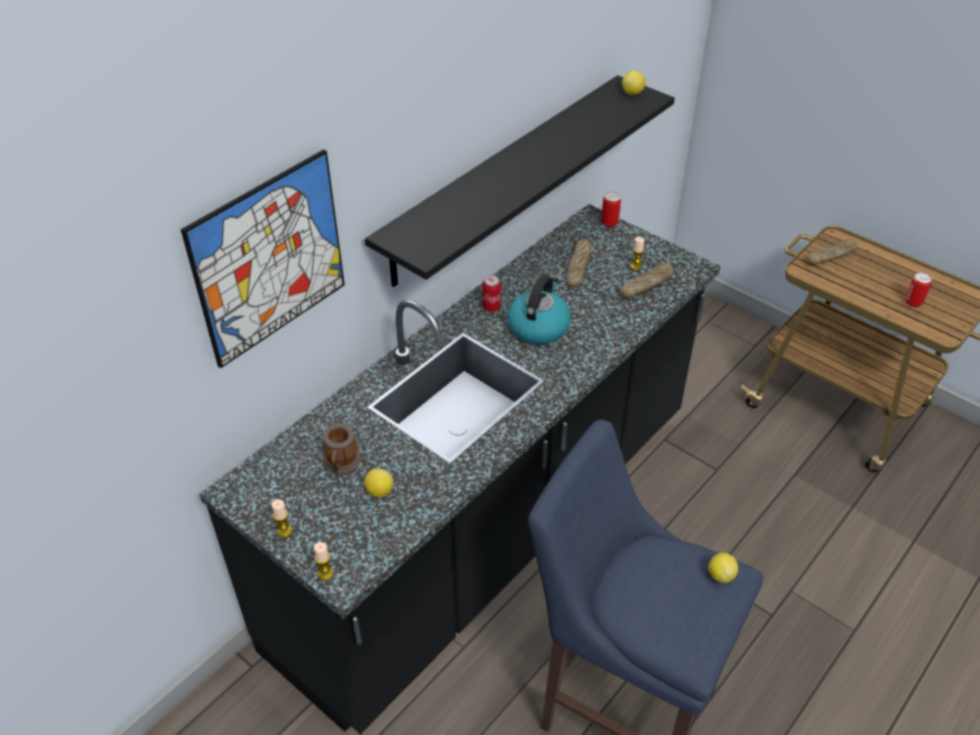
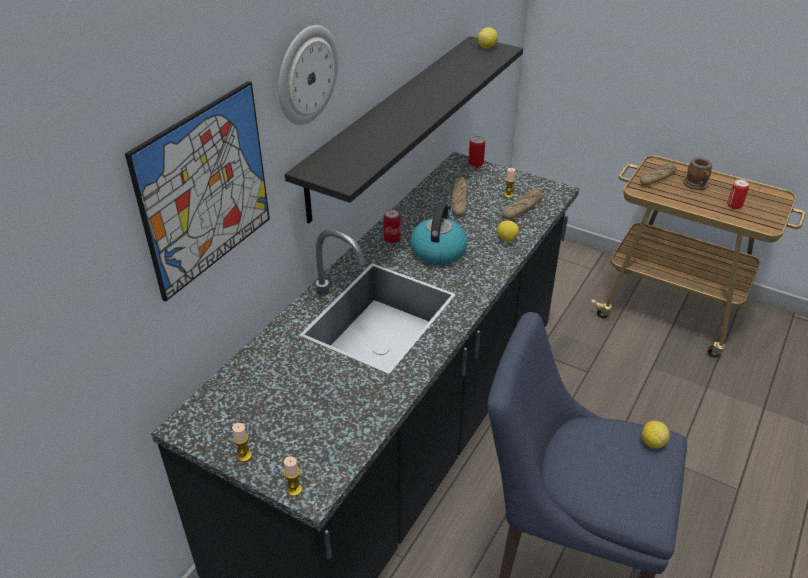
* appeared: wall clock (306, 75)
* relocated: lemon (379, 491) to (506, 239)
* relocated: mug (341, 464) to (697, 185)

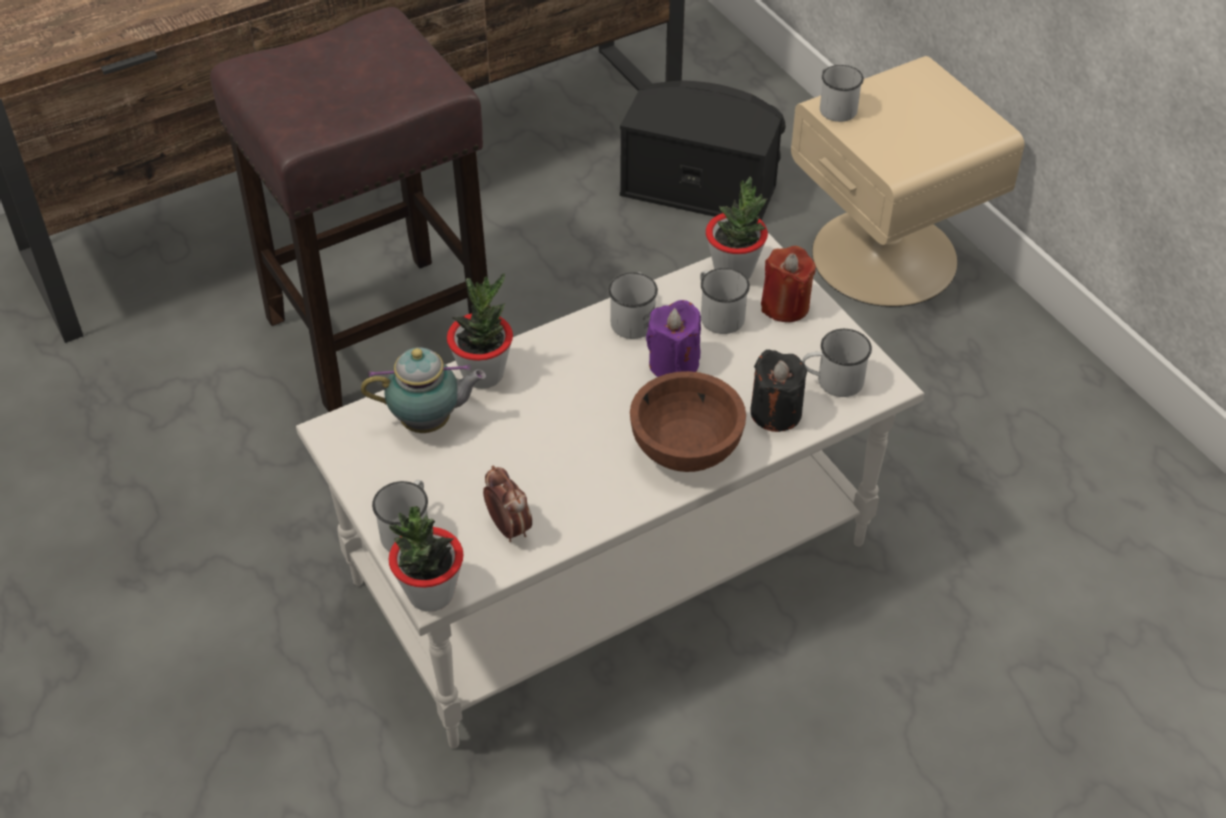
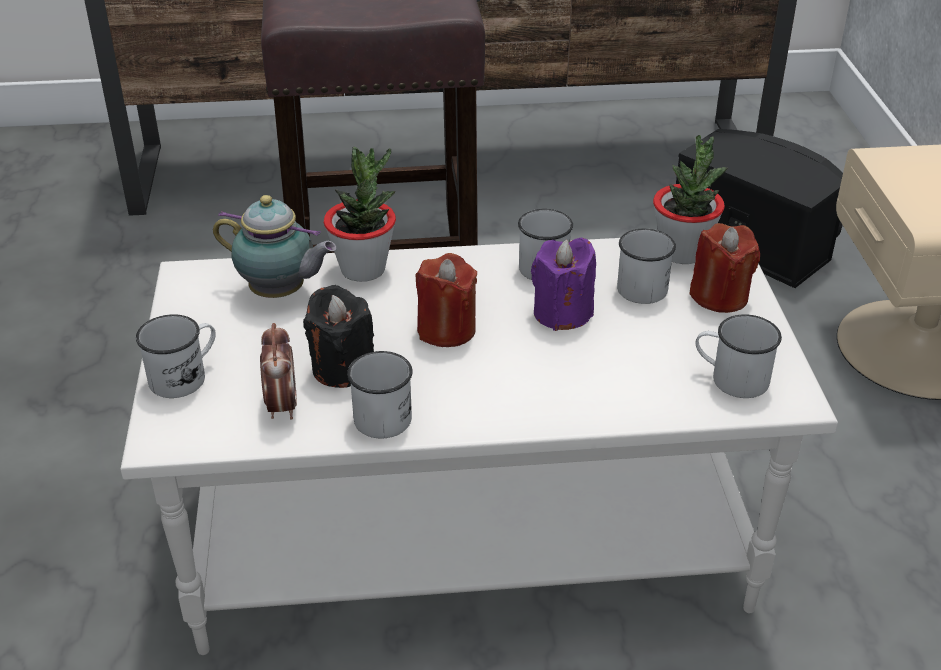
* relocated: black candle (776, 412) to (342, 368)
* relocated: white mug (834, 107) to (383, 413)
* appeared: red candle (446, 330)
* missing: potted plant (431, 594)
* missing: brown bowl (687, 447)

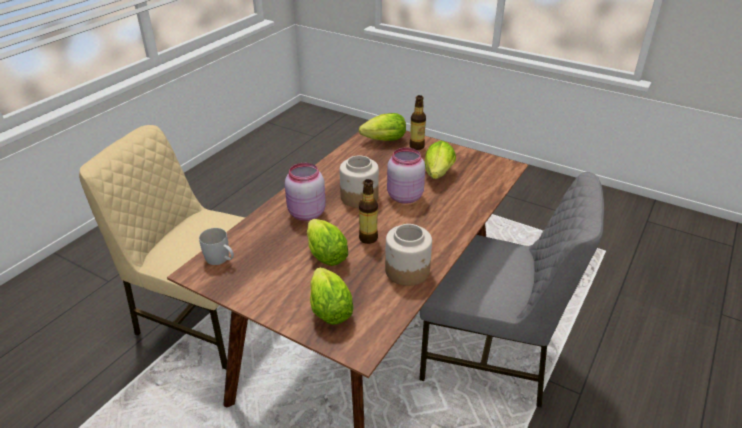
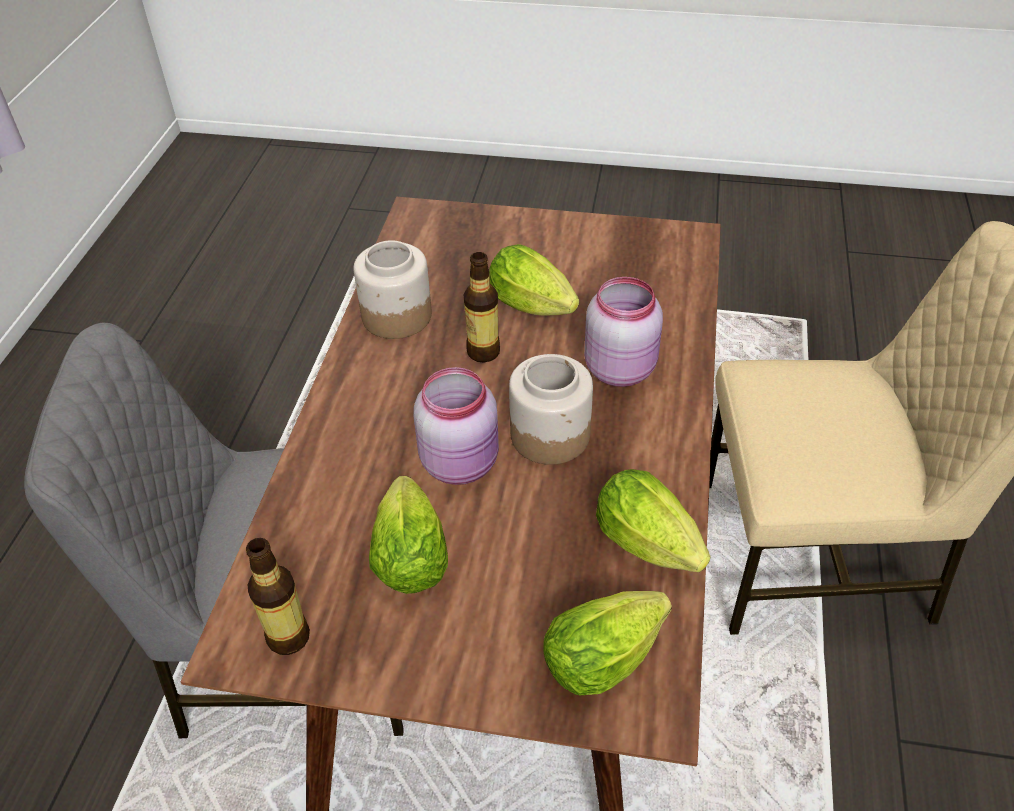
* relocated: bottle (417, 146) to (288, 637)
* relocated: lettuce (328, 307) to (652, 548)
* missing: white mug (221, 260)

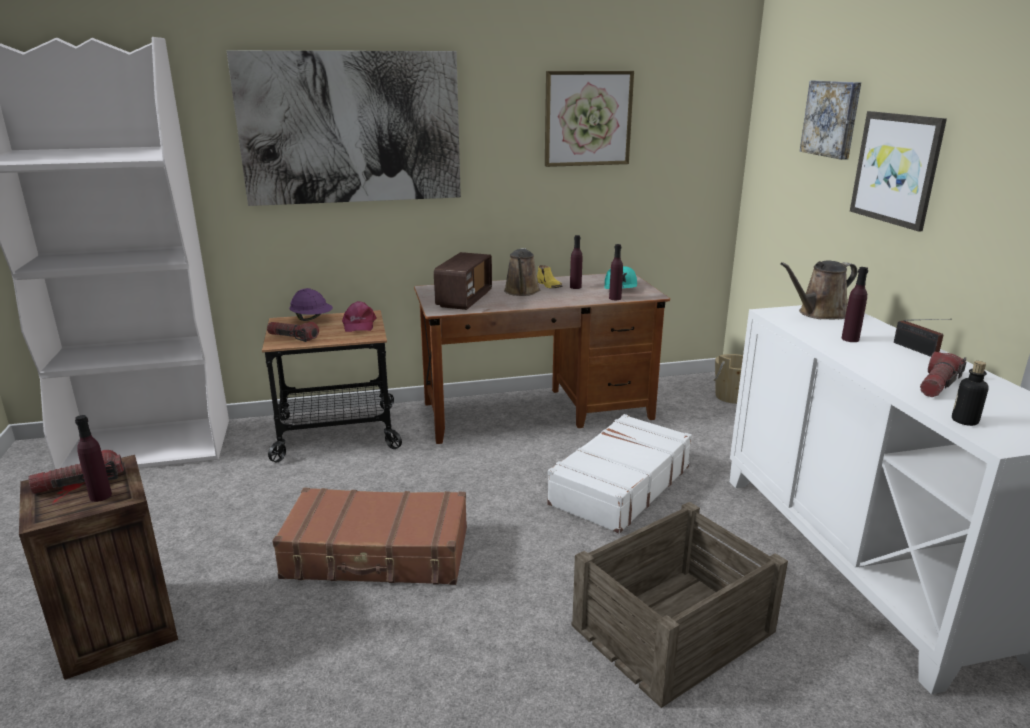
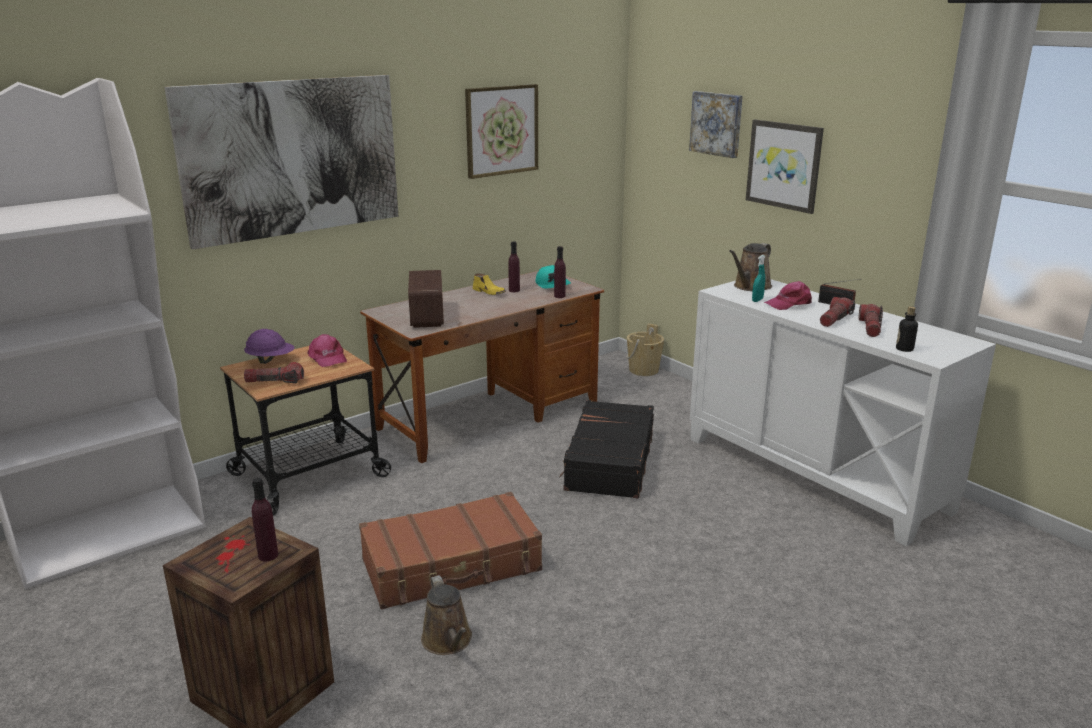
* relocated: brown watering can (522, 292) to (448, 641)
* colour: white suitcase (619, 485) to black suitcase (609, 462)
* appeared: turquoise spray bottle (757, 300)
* exchanged: purple bottle (850, 339) to pink cap (789, 304)
* relocated: flashlight (80, 483) to (835, 319)
* missing: crate (674, 629)

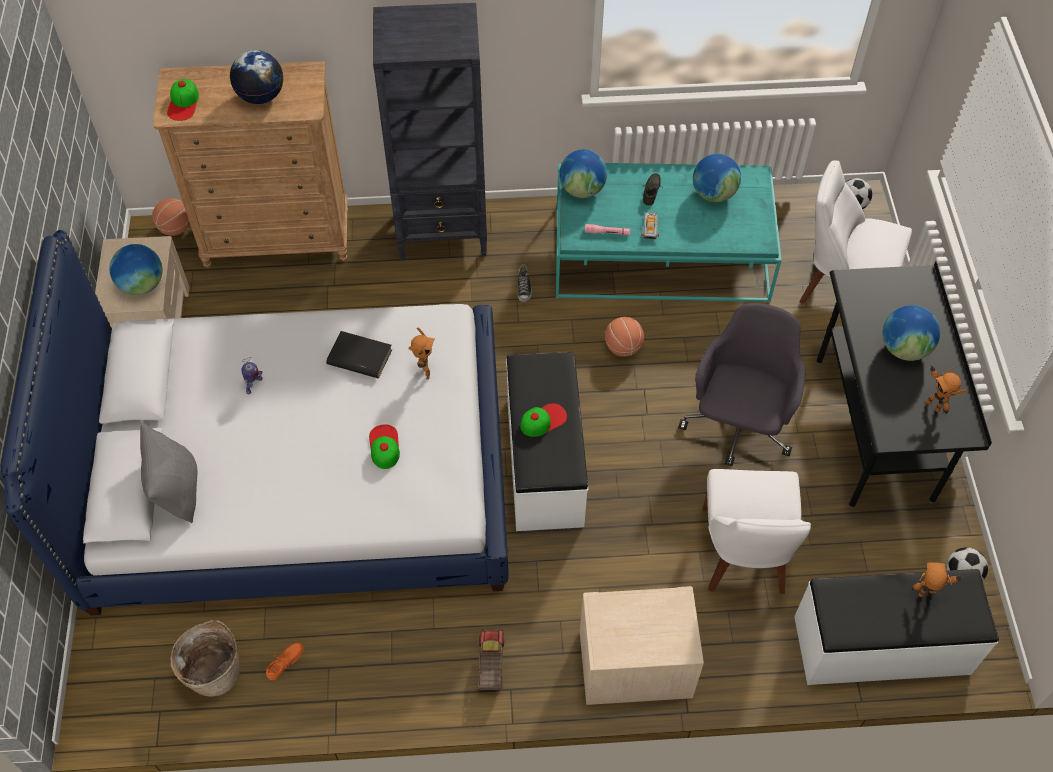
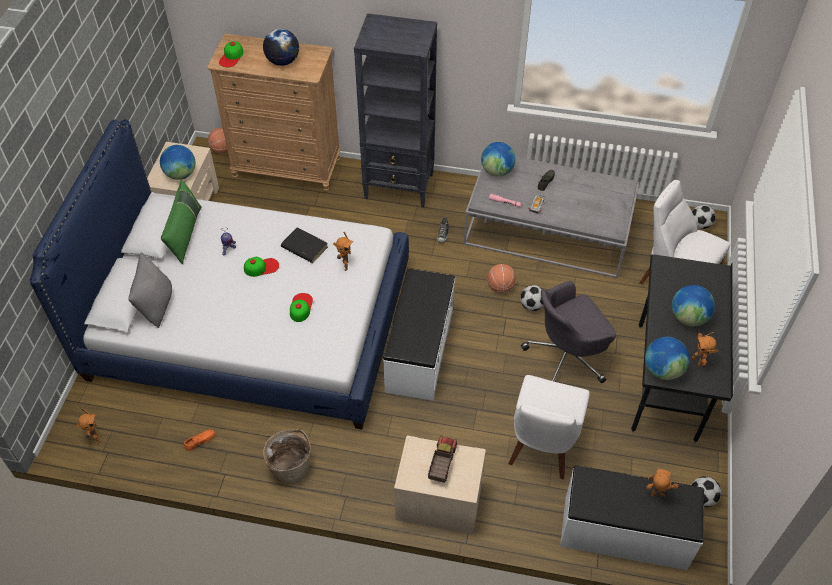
* appeared: toy robot (95, 439)
* appeared: green pillow (185, 234)
* relocated: cap (543, 420) to (261, 267)
* relocated: basket (214, 670) to (290, 466)
* relocated: toy truck (490, 665) to (441, 463)
* colour: turquoise coffee table (660, 253) to grey coffee table (547, 230)
* appeared: football (532, 306)
* spun: grey office chair (738, 425) = (567, 356) 150 degrees counterclockwise
* relocated: globe (713, 193) to (662, 370)

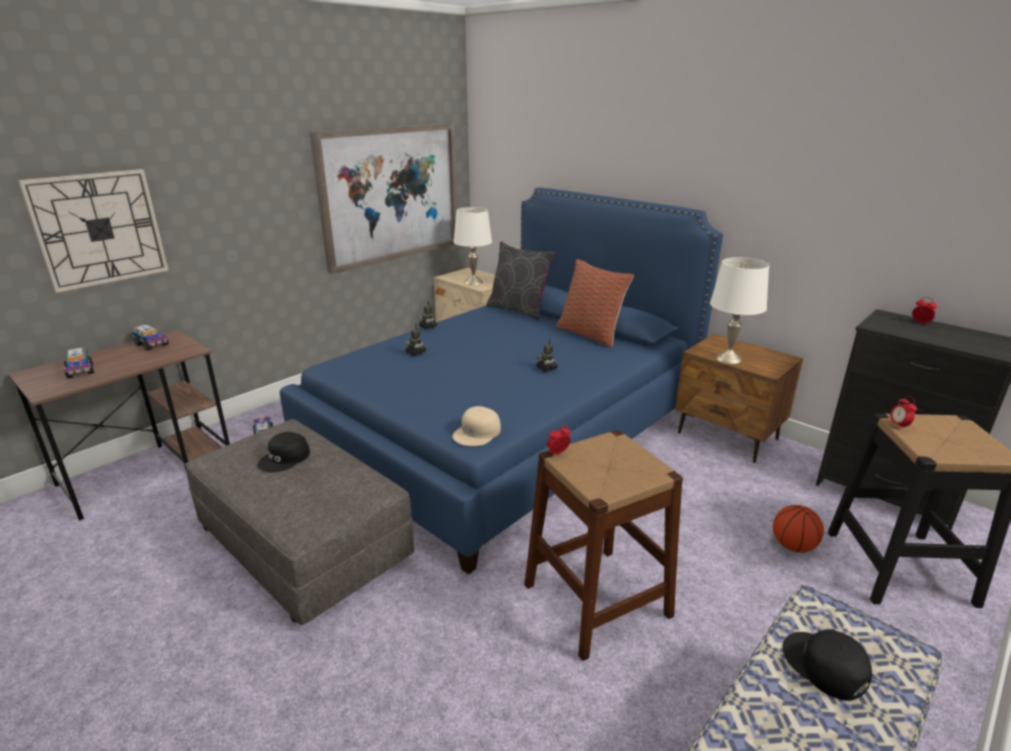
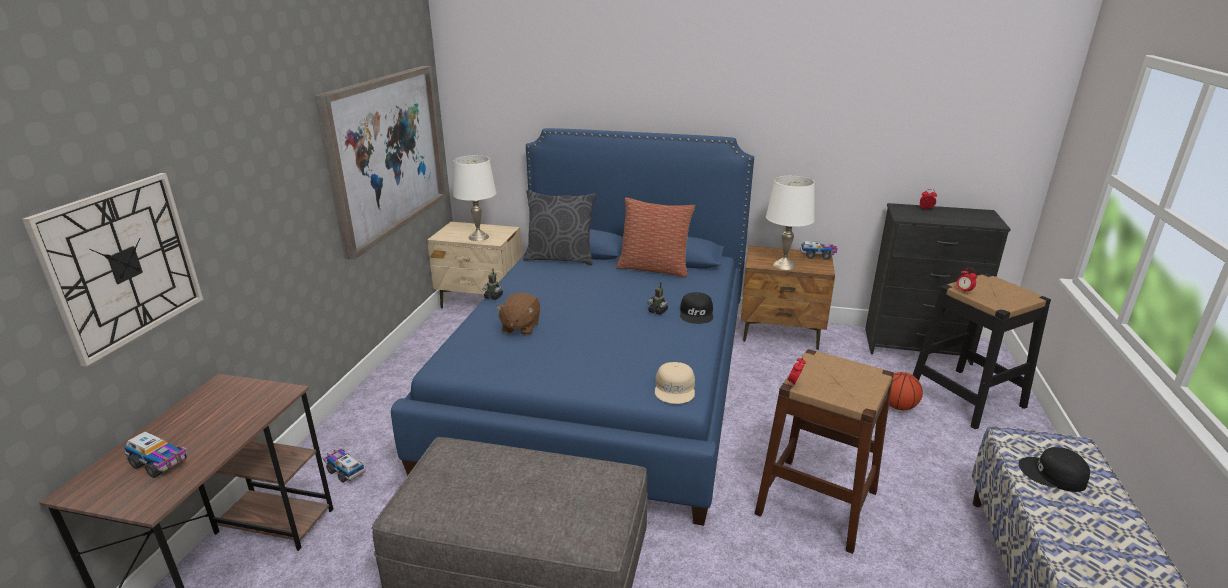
* exchanged: toy robot (416, 353) to brown plush toy (520, 327)
* relocated: black cap (285, 458) to (697, 313)
* relocated: toy truck (152, 345) to (817, 256)

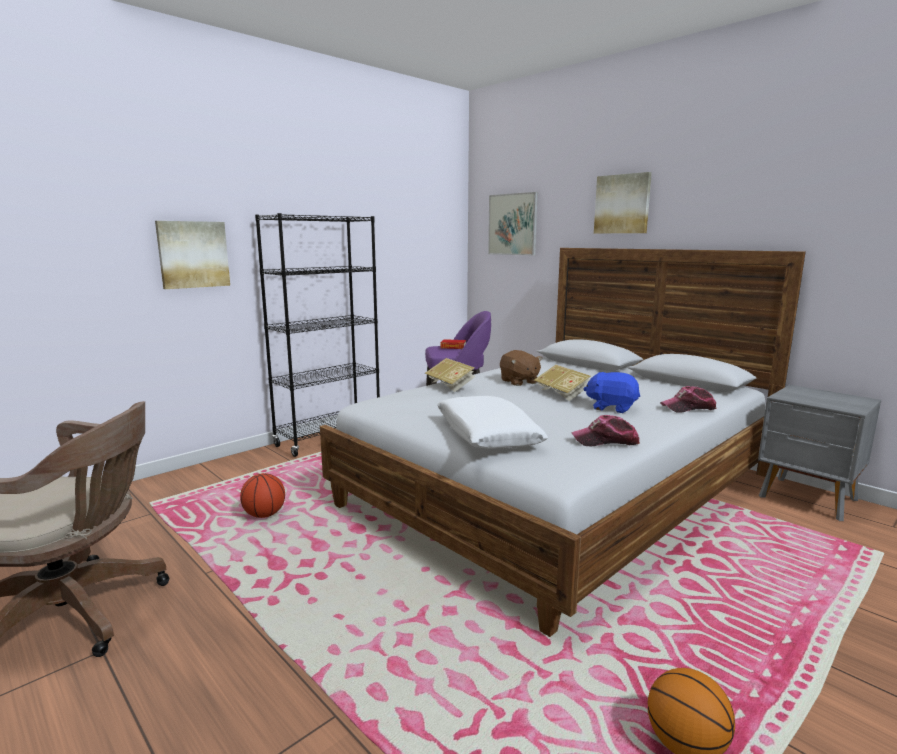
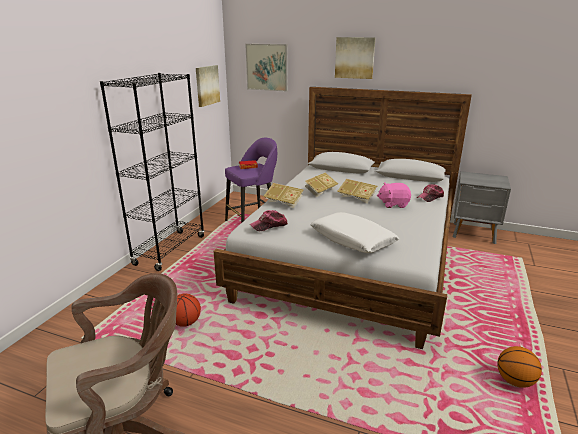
* relocated: picture (193, 254) to (207, 85)
* relocated: cap (605, 441) to (269, 225)
* exchanged: brown plush toy (519, 382) to book (320, 192)
* colour: blue plush toy (611, 407) to pink plush toy (393, 204)

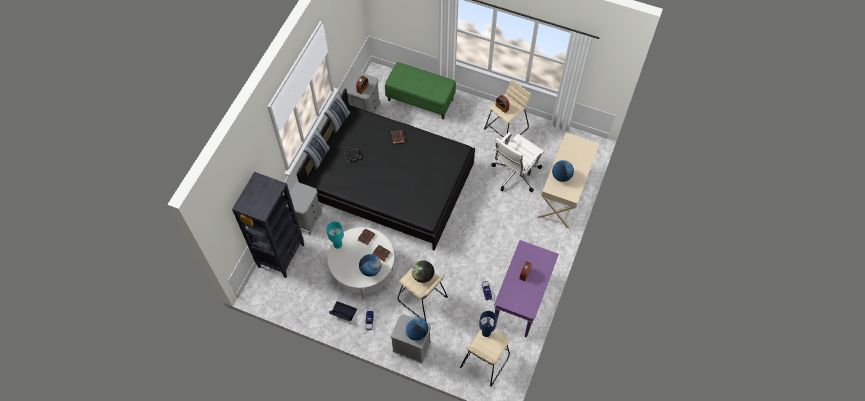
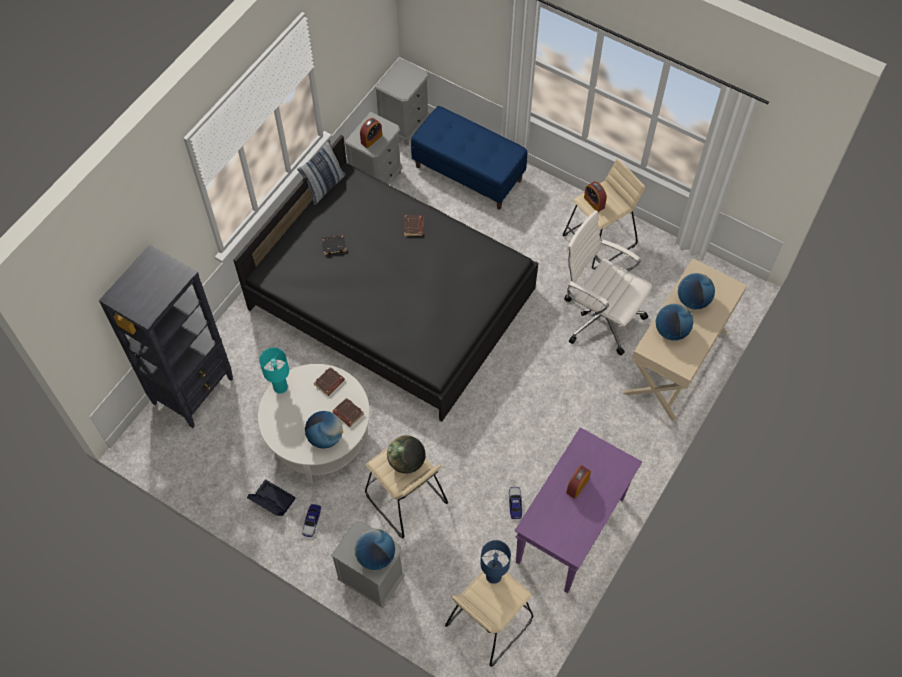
* relocated: grey nightstand (306, 220) to (405, 126)
* colour: green bench (421, 100) to blue bench (469, 173)
* spun: white office chair (515, 174) = (600, 317) 75 degrees clockwise
* appeared: globe (692, 300)
* missing: pillow (319, 156)

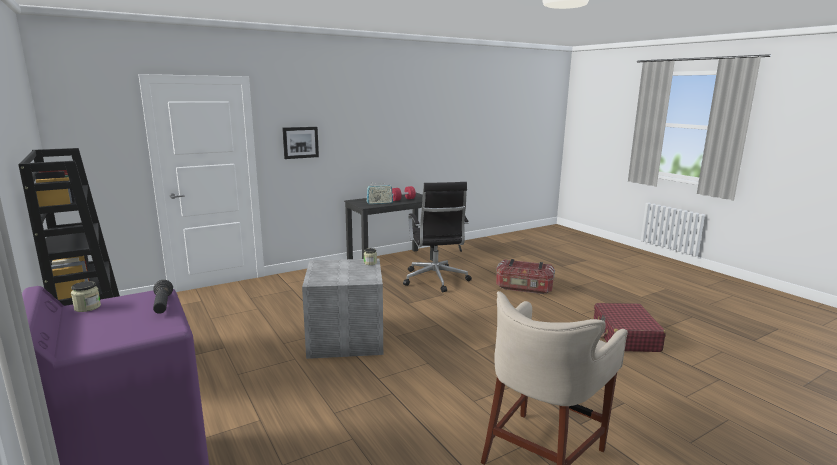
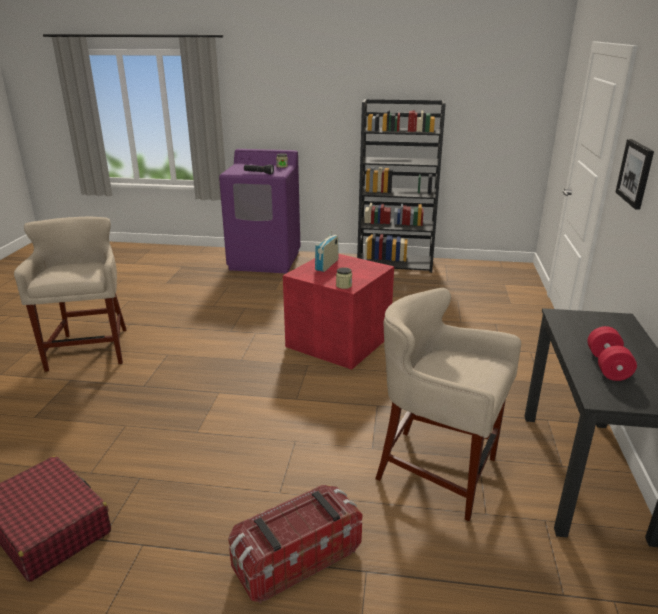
* colour: grey storage box (347, 337) to red storage box (339, 342)
* relocated: radio (379, 203) to (327, 265)
* exchanged: black office chair (435, 280) to beige stool (437, 471)

